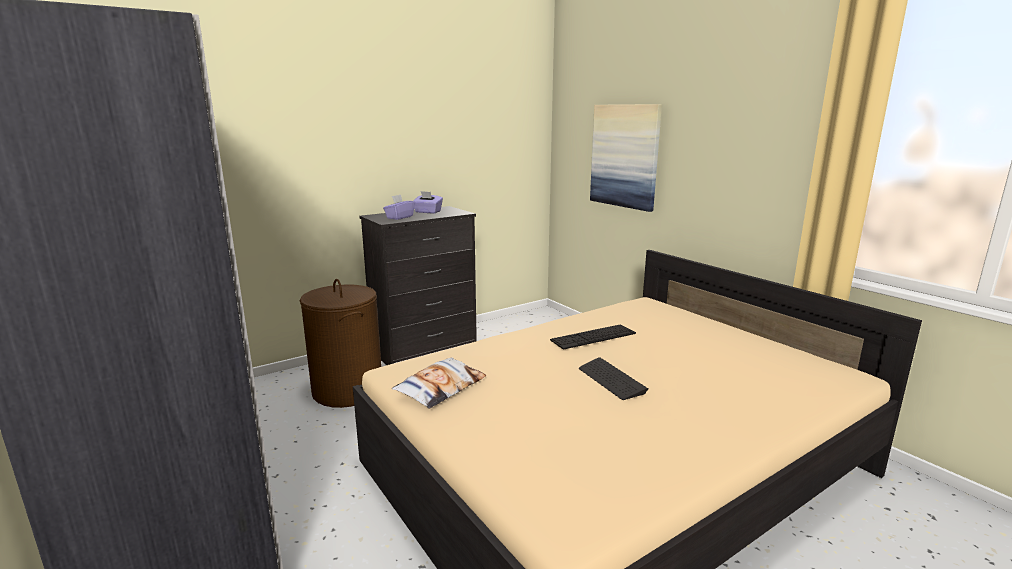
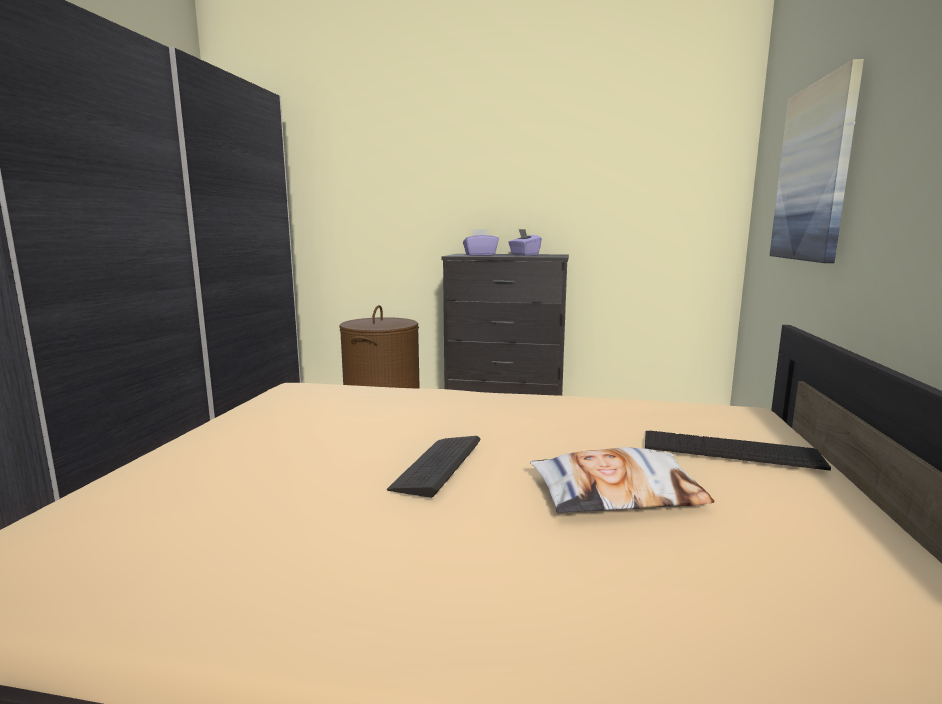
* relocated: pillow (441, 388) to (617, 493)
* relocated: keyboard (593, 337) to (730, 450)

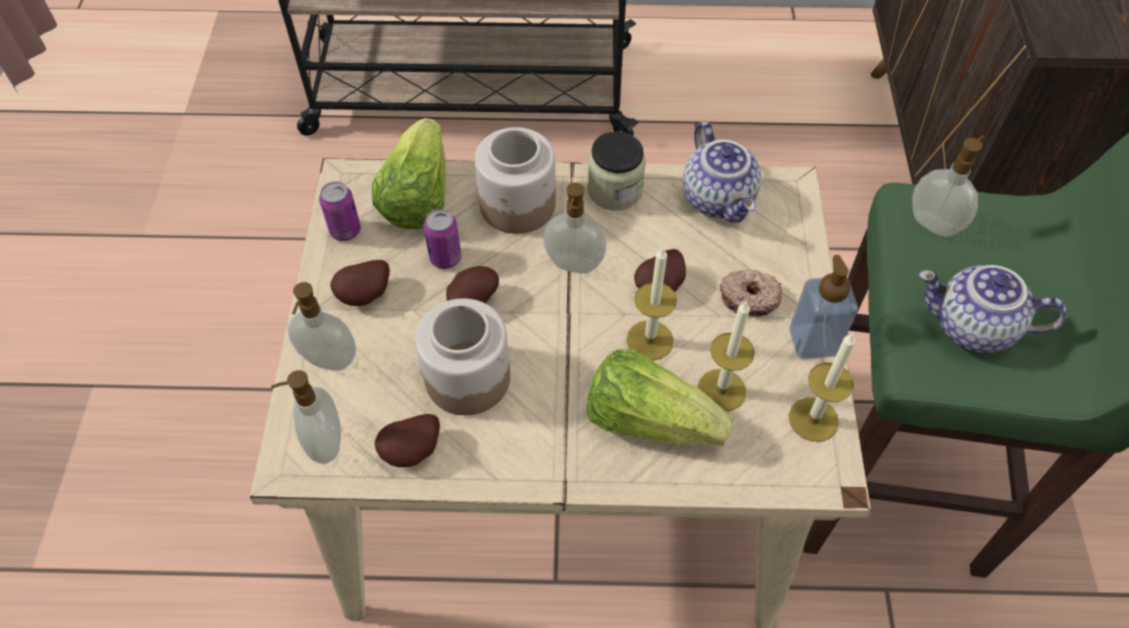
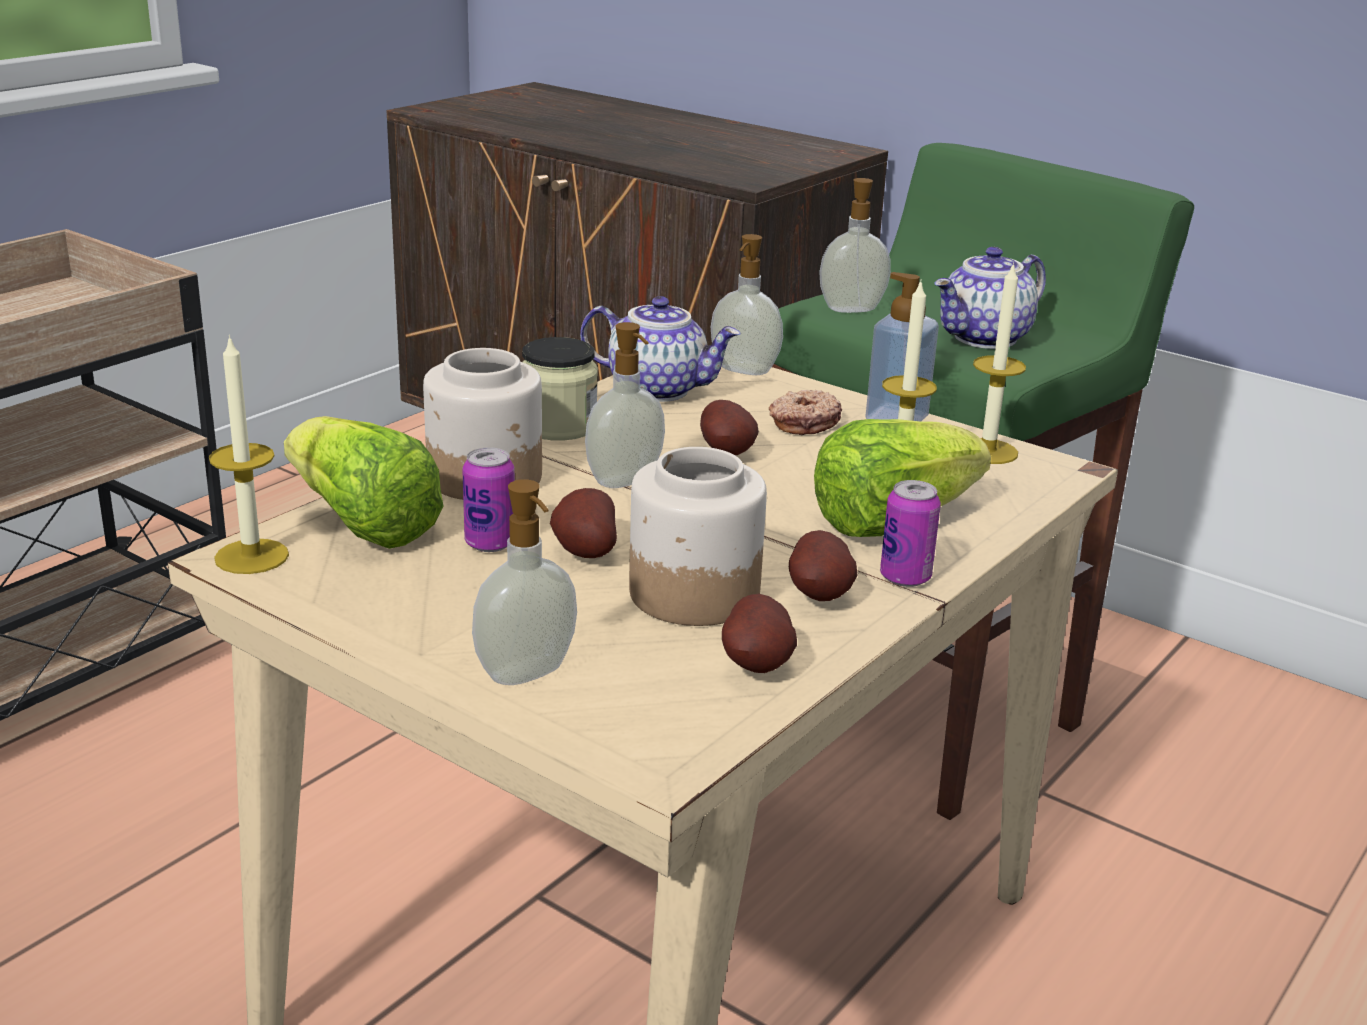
* relocated: candle (650, 340) to (251, 556)
* relocated: soap dispenser (324, 443) to (743, 371)
* relocated: potato (366, 296) to (821, 596)
* relocated: can (345, 231) to (905, 577)

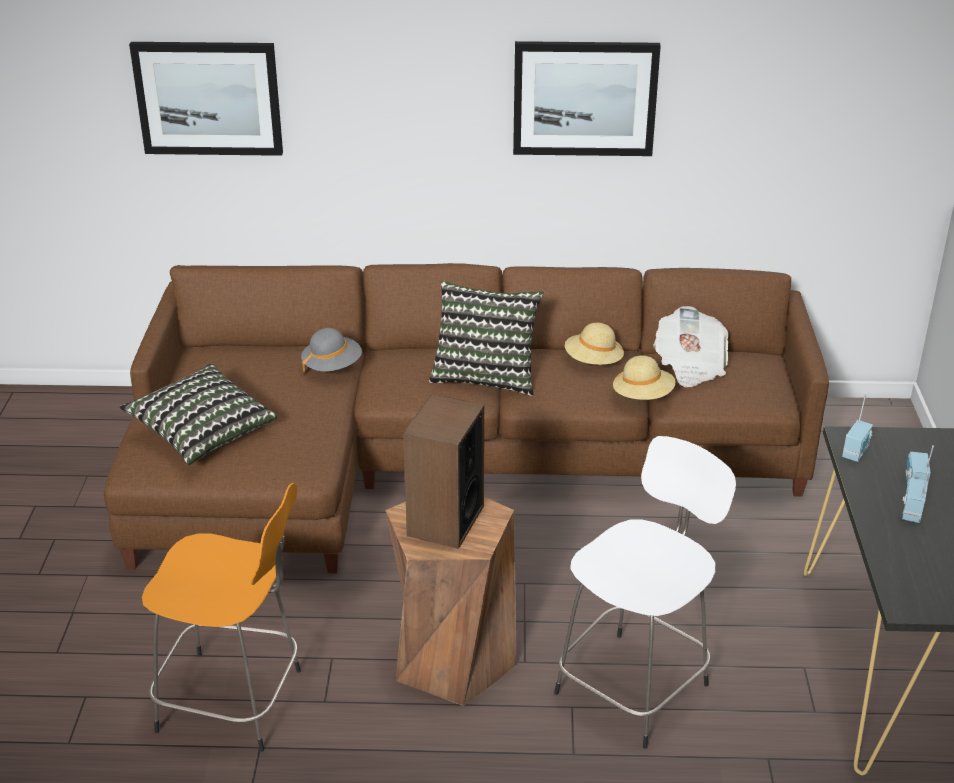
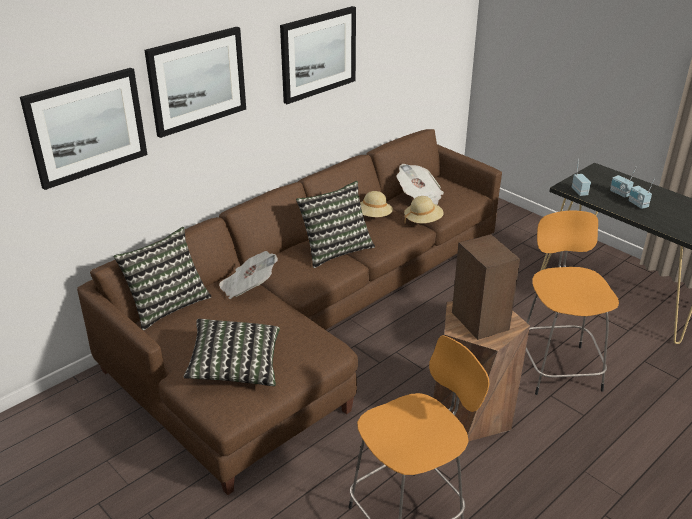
* appeared: pillow (167, 305)
* appeared: picture (197, 80)
* exchanged: grey hat (332, 366) to newspaper (248, 287)
* colour: white stool (635, 686) to orange stool (557, 367)

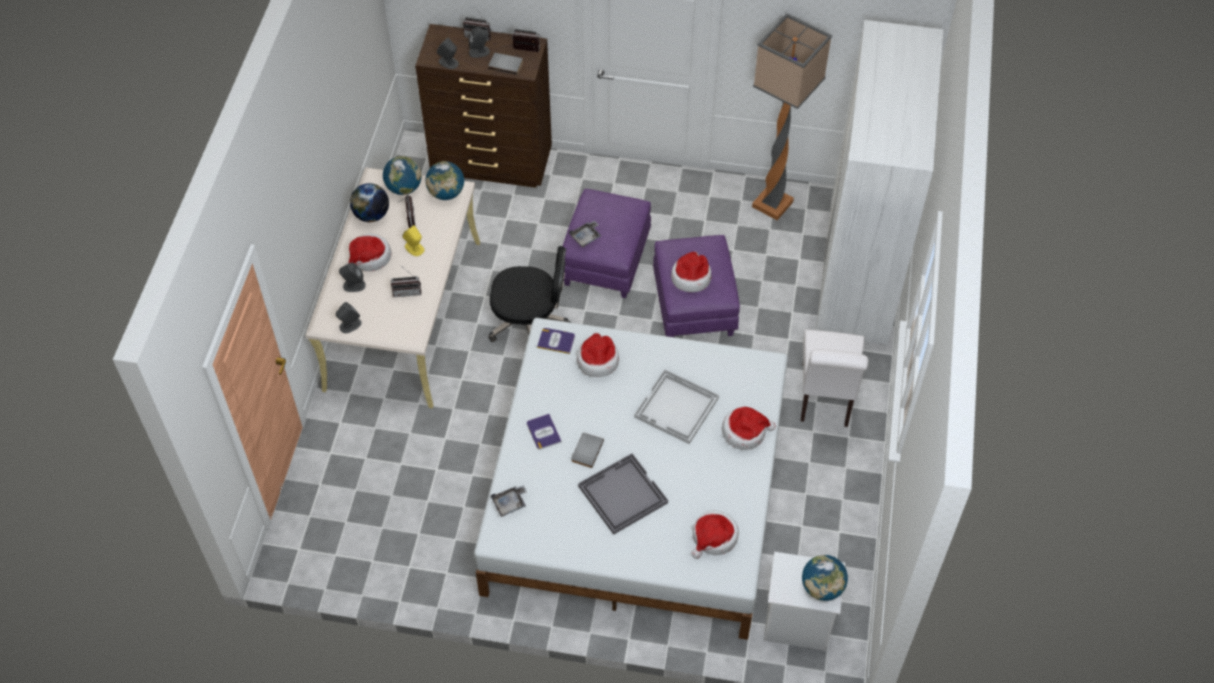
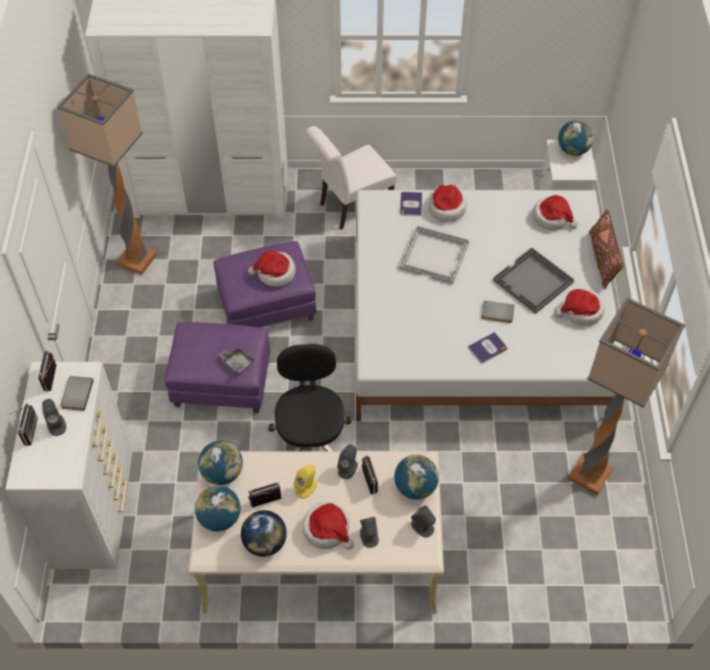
* colour: brown dresser (492, 164) to white dresser (96, 511)
* spun: white chair (825, 399) = (351, 206) 150 degrees clockwise
* relocated: grey speaker (448, 62) to (348, 468)
* appeared: globe (415, 487)
* relocated: book (556, 341) to (411, 204)
* relocated: hat (597, 360) to (581, 311)
* appeared: floor lamp (591, 474)
* appeared: brown pillow (602, 259)
* missing: grey tray (510, 503)

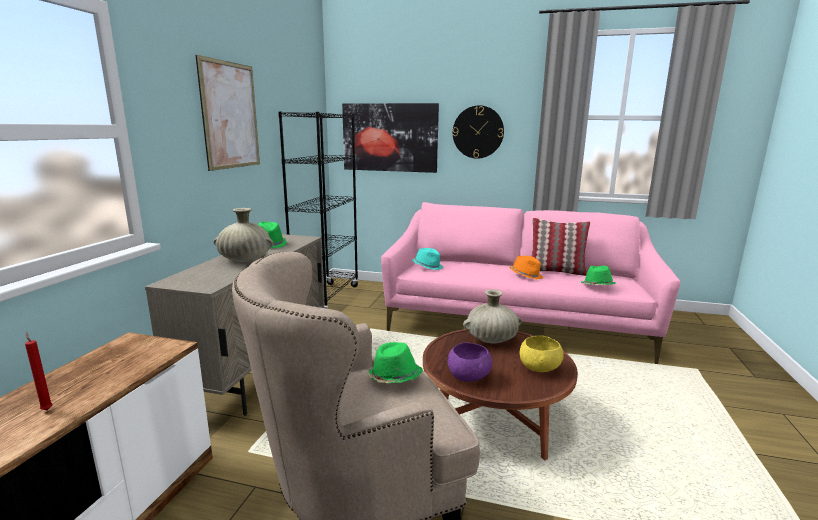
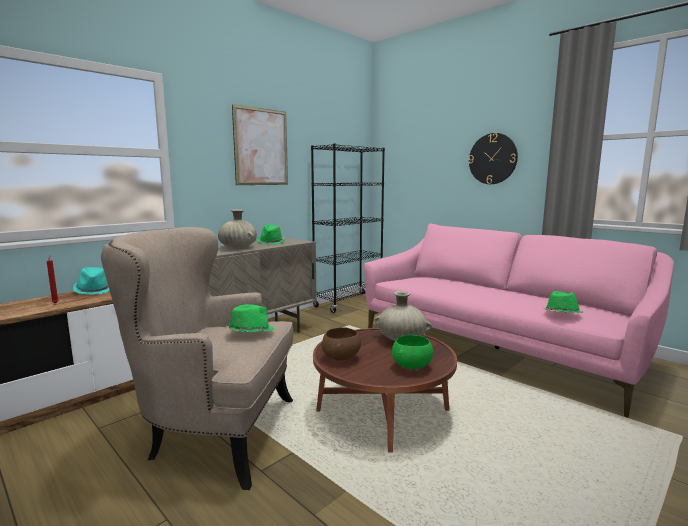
* relocated: turquoise hat (427, 266) to (94, 290)
* colour: purple bowl (469, 377) to brown bowl (341, 358)
* colour: yellow bowl (539, 369) to green bowl (411, 367)
* missing: picture (390, 137)
* missing: orange hat (525, 275)
* missing: pillow (556, 271)

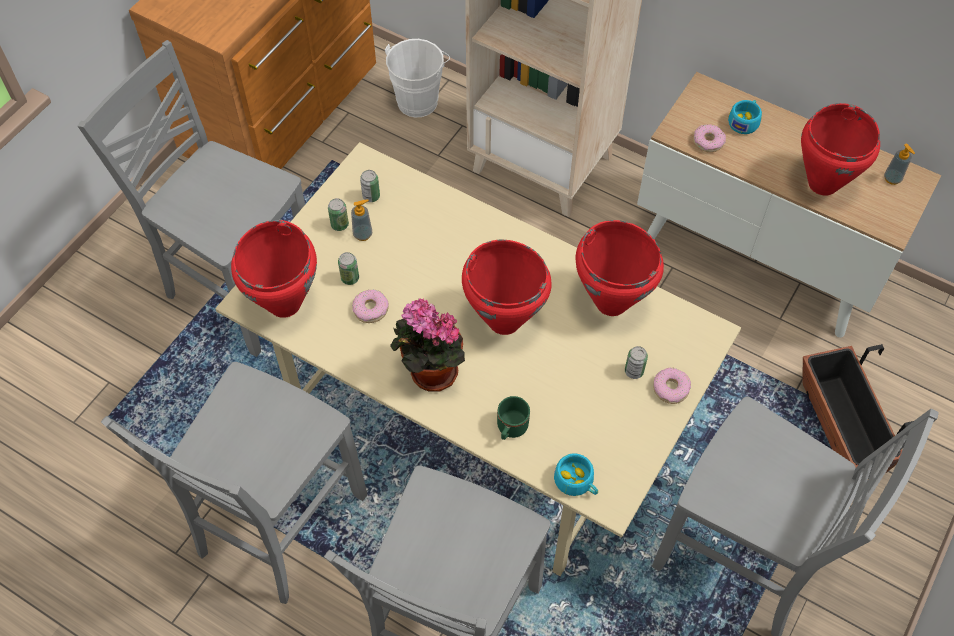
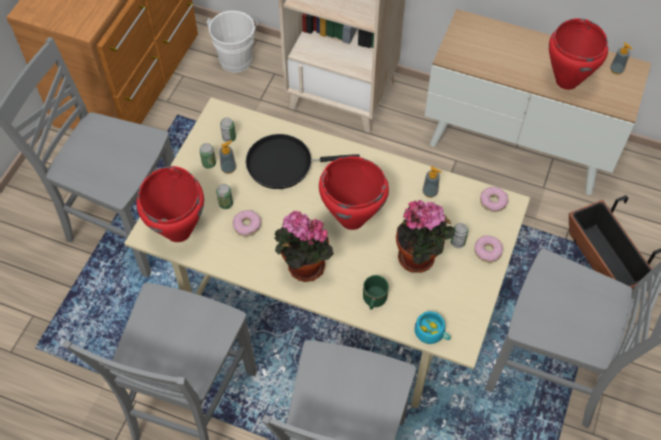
* appeared: black frying pan (284, 164)
* appeared: potted plant (420, 258)
* exchanged: red cooking pot (611, 301) to soap dispenser (430, 192)
* relocated: donut (708, 142) to (493, 201)
* missing: turquoise cup (744, 121)

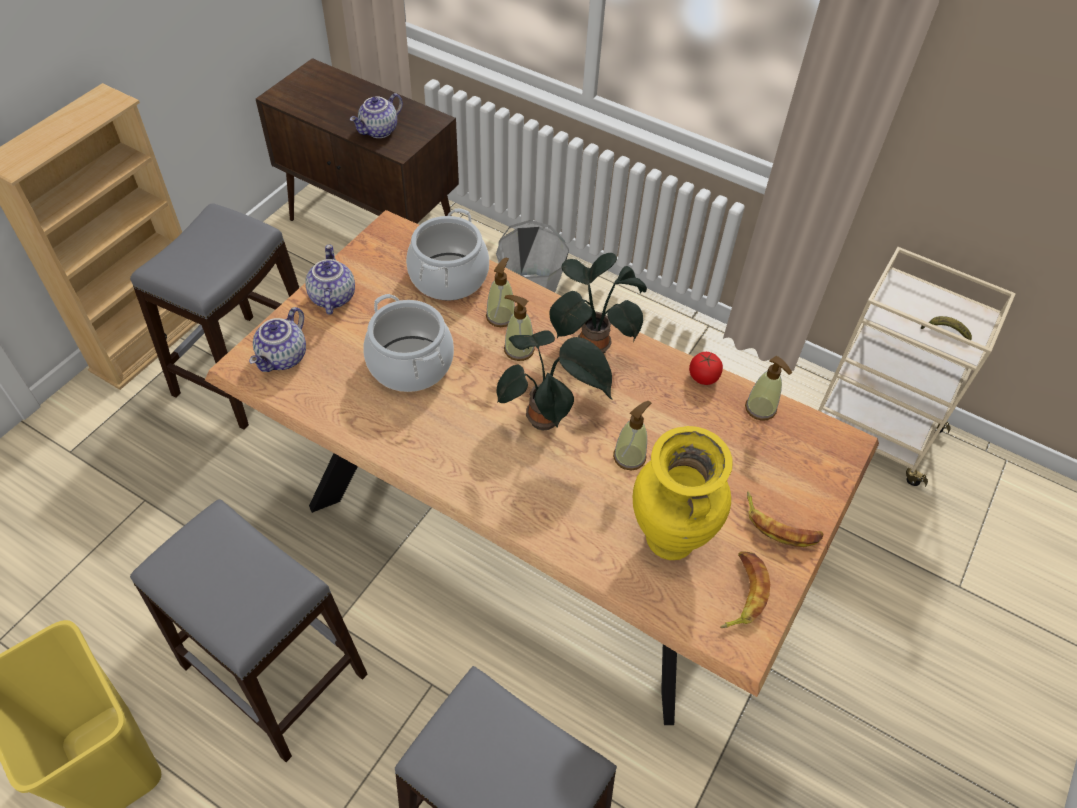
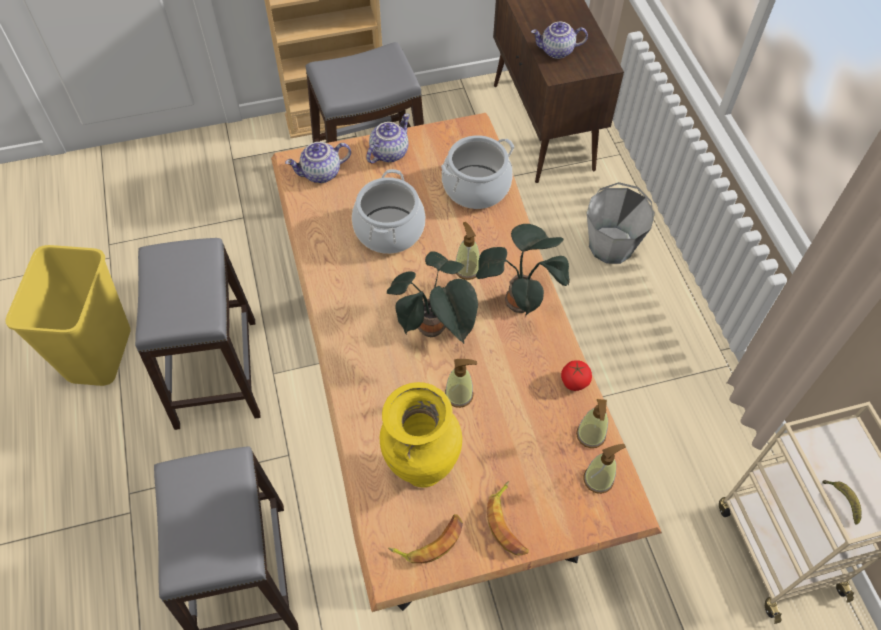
* relocated: soap dispenser (500, 316) to (598, 479)

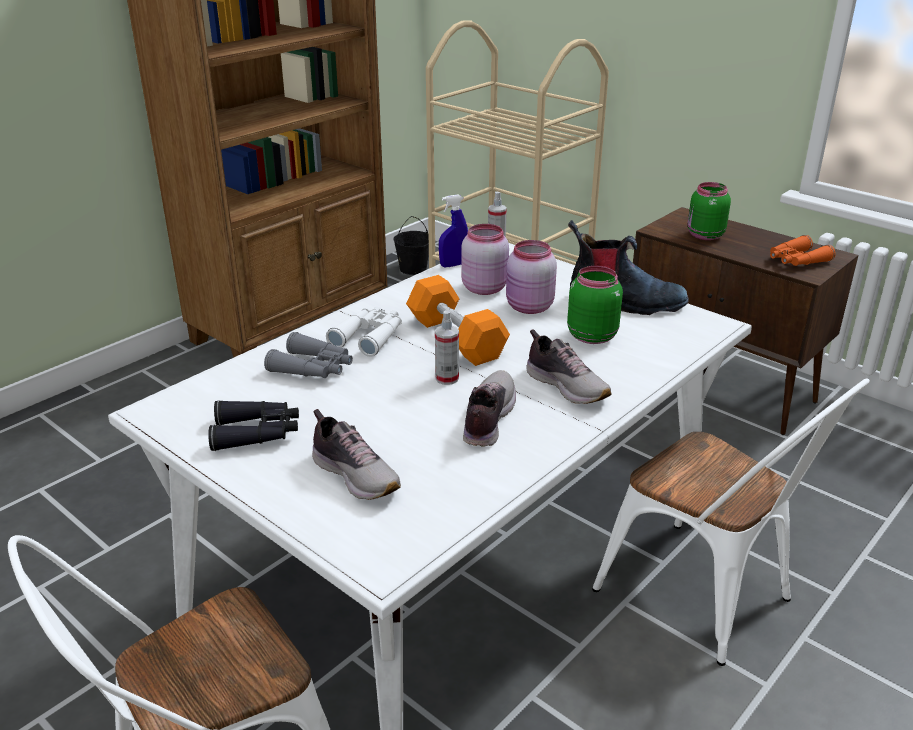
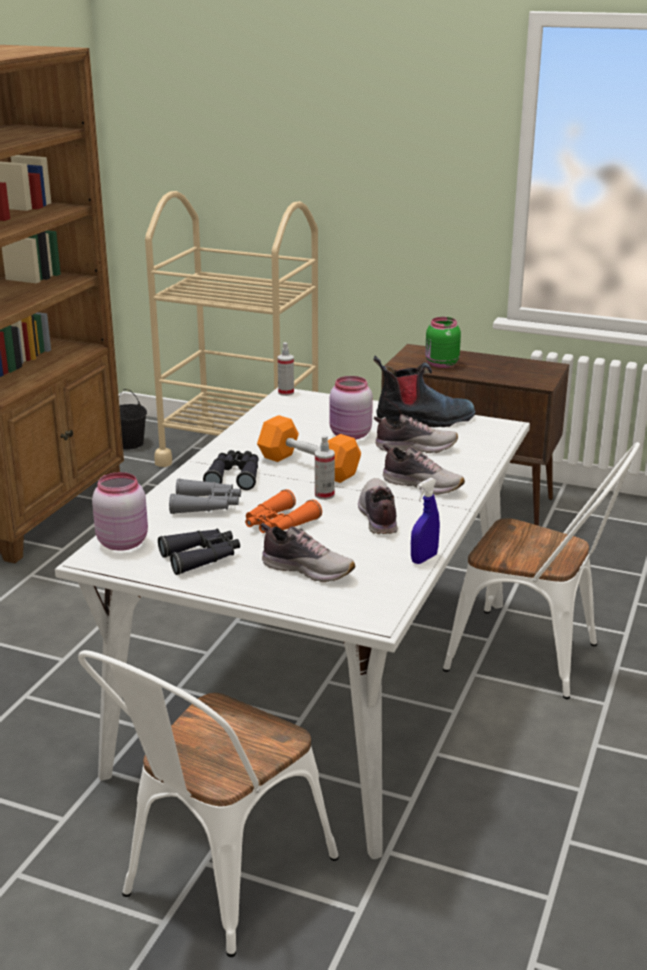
* relocated: pink jar (484, 288) to (122, 542)
* colour: white binoculars (369, 337) to black binoculars (234, 476)
* relocated: orange binoculars (796, 260) to (279, 524)
* exchanged: green jar (591, 335) to shoe (415, 447)
* relocated: blue spray bottle (453, 265) to (424, 559)

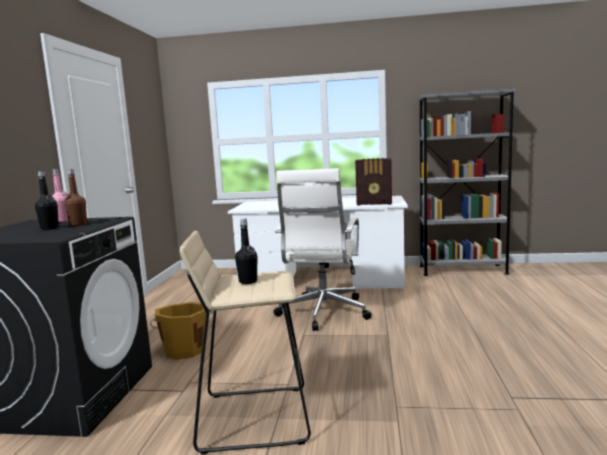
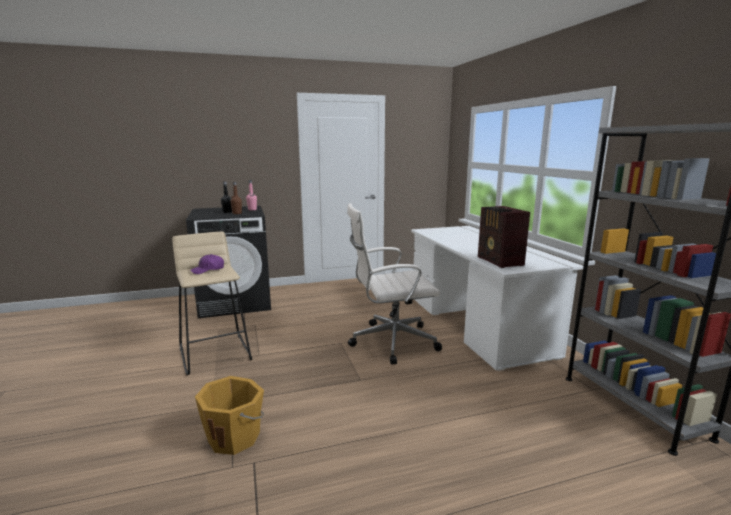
* exchanged: black bottle (248, 281) to purple cap (208, 270)
* relocated: orange bucket (185, 349) to (235, 437)

